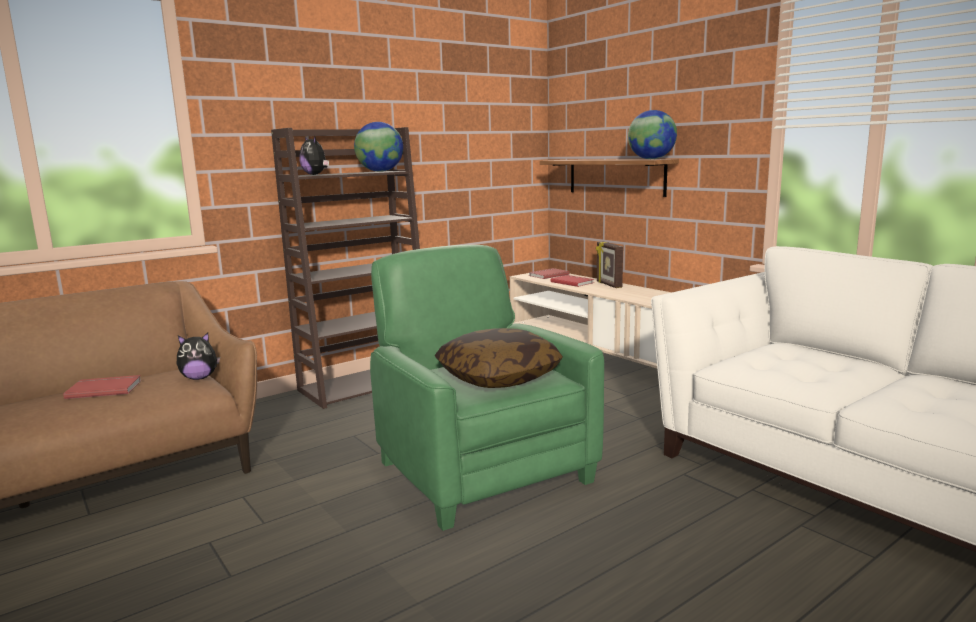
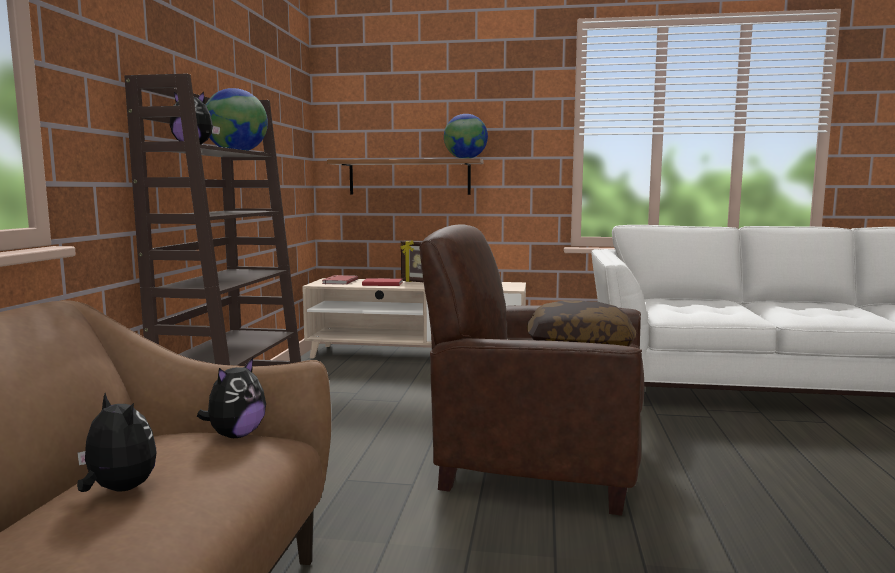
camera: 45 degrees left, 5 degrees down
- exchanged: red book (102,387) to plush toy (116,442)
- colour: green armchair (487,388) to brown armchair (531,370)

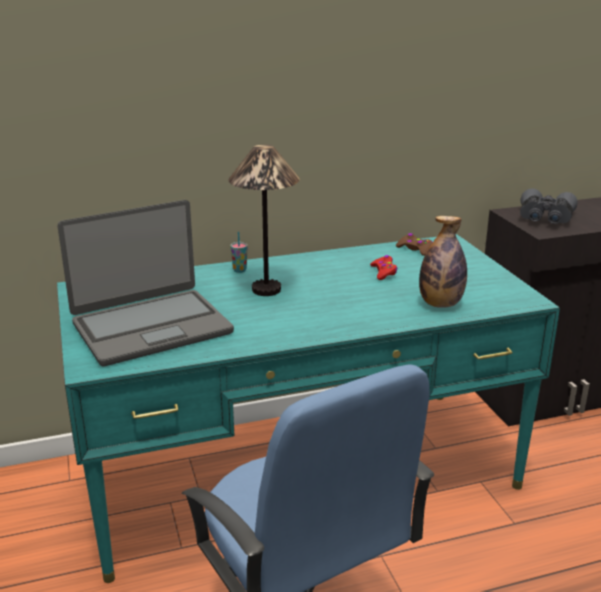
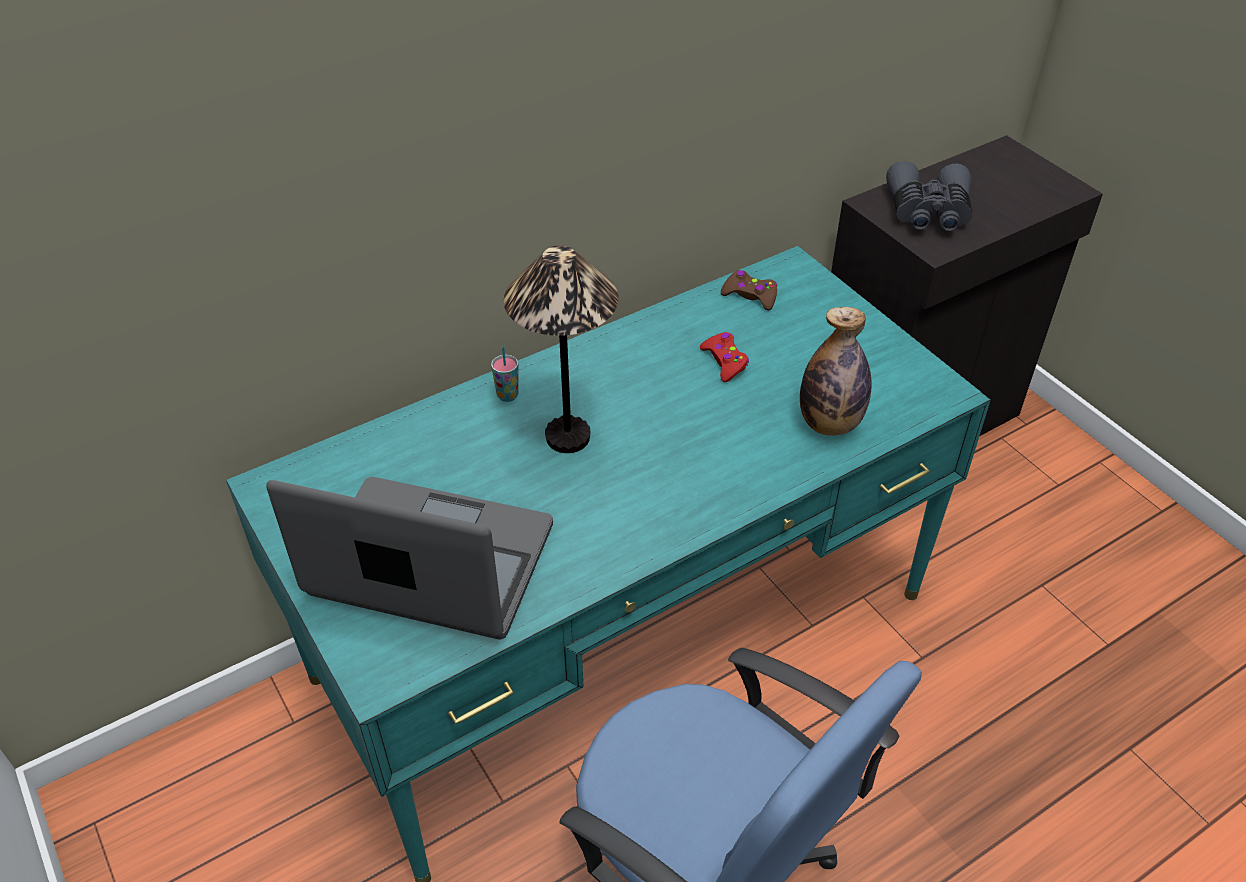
camera: 15 degrees left, 20 degrees up
- spun: laptop (146,283) = (409,558) 120 degrees counterclockwise

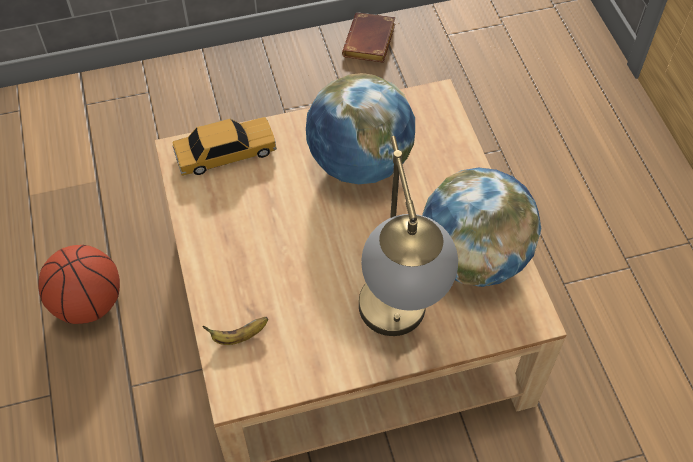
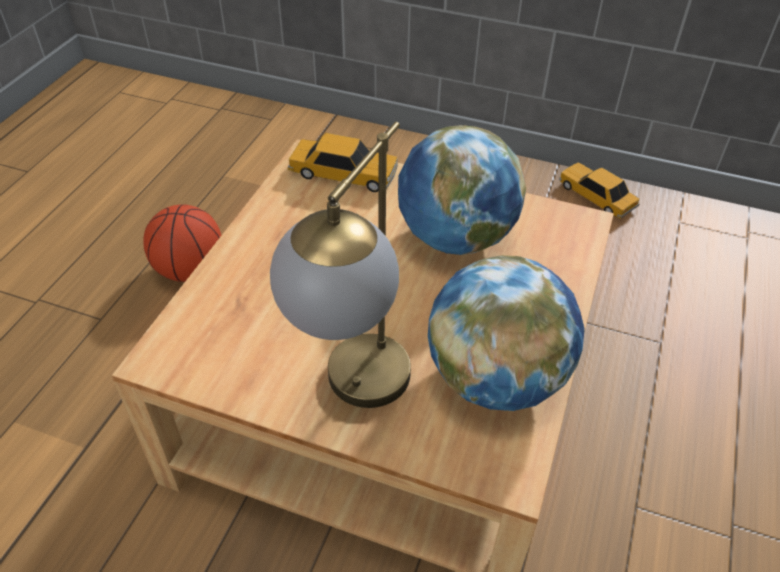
camera: 35 degrees right, 10 degrees down
- exchanged: brown book (368,37) to toy car (599,190)
- missing: banana (235,331)

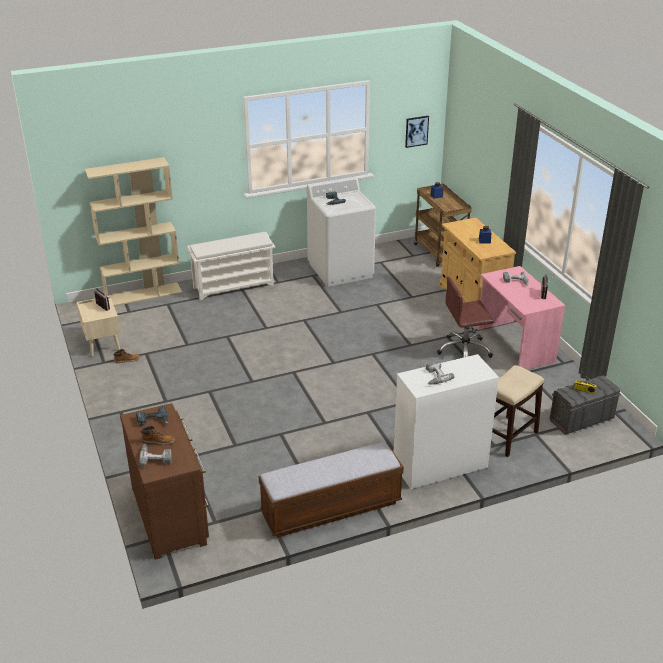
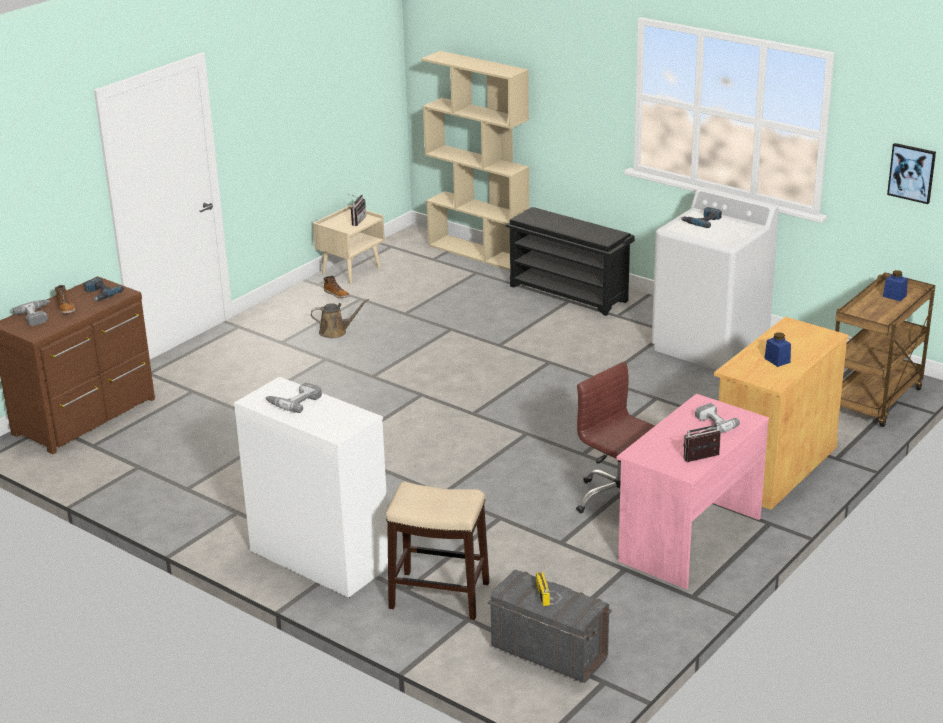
camera: 60 degrees right, 5 degrees down
- appeared: brown watering can (340,318)
- colour: white shoe rack (231,266) to black shoe rack (570,261)
- missing: bench (331,489)

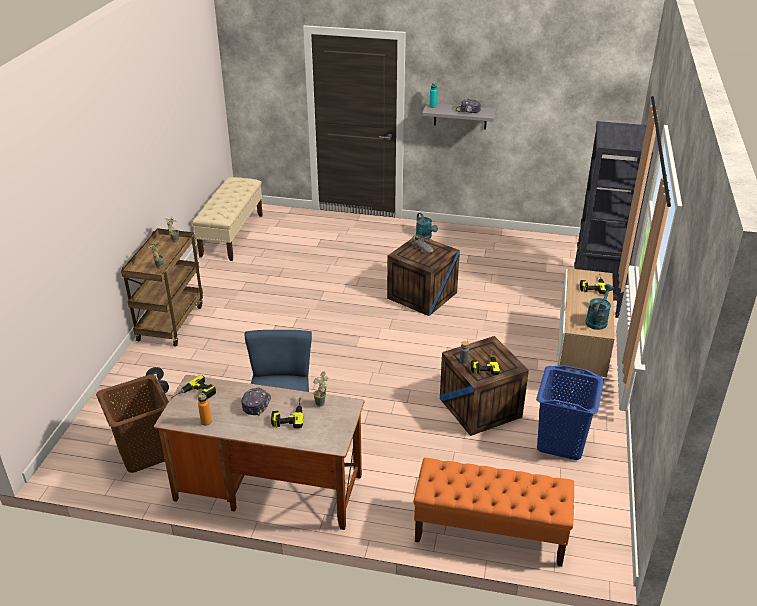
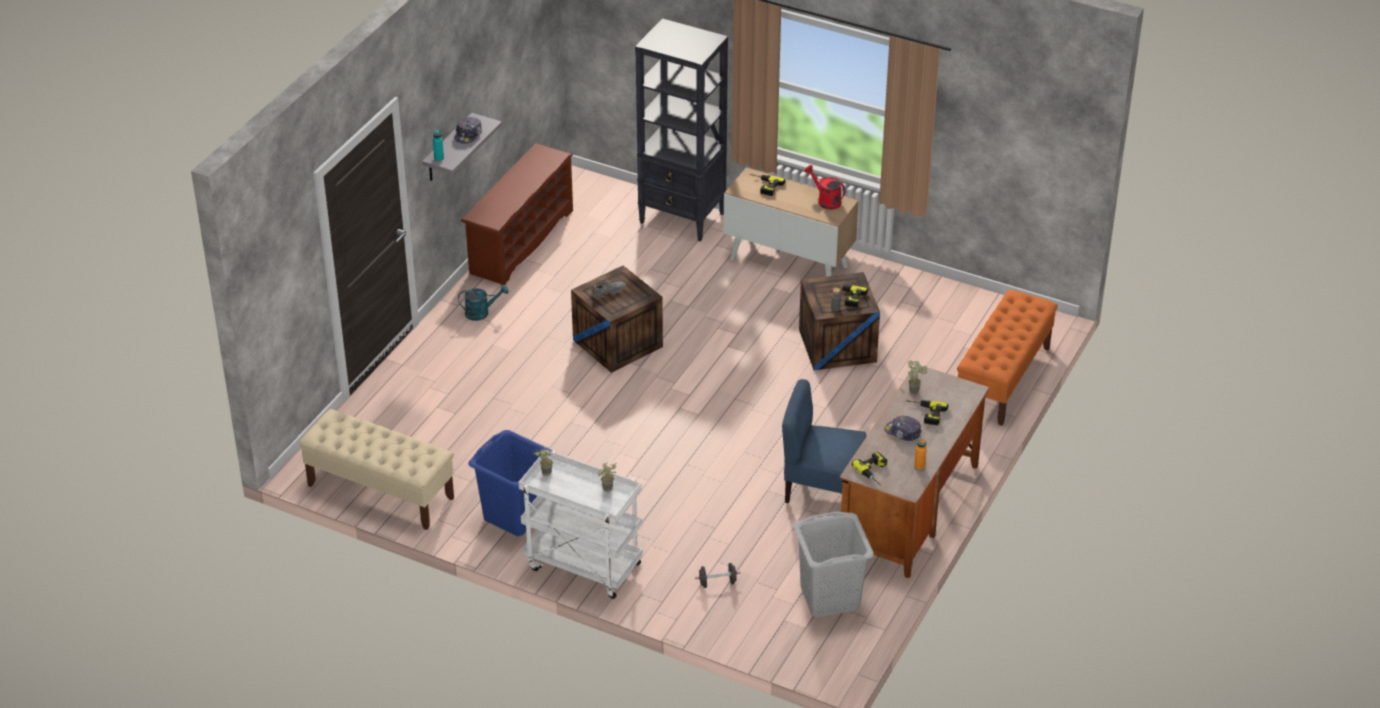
camera: 75 degrees left, 5 degrees up
- appeared: brown shoe rack (517,214)
- relocated: blue laundry basket (570,412) to (510,483)
- colour: brown cart (162,287) to white cart (581,524)
- colour: brown laundry basket (132,424) to grey laundry basket (833,564)
- colour: turquoise watering can (599,307) to red watering can (825,187)

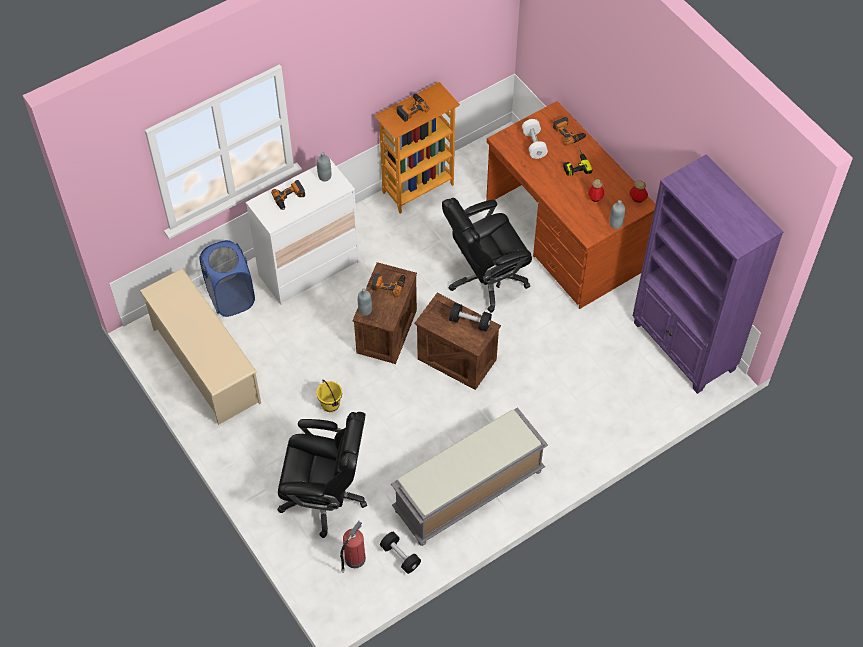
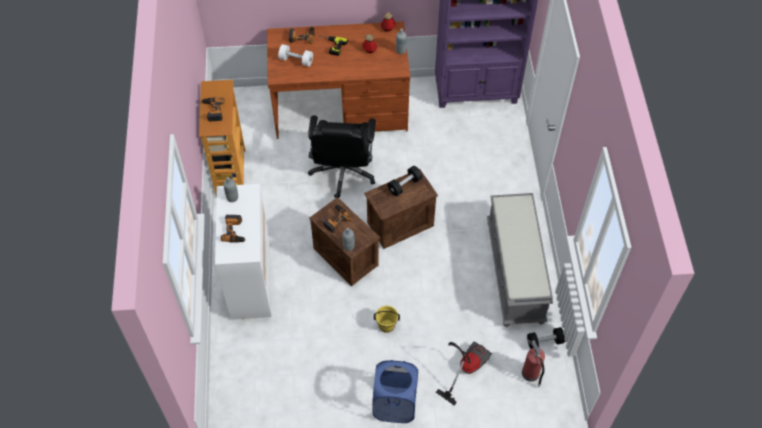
camera: 60 degrees left, 0 degrees up
- relocated: blue laundry basket (227,278) to (395,391)
- exchanged: black office chair (322,475) to vacuum cleaner (464,374)
- missing: beige shoe rack (200,346)

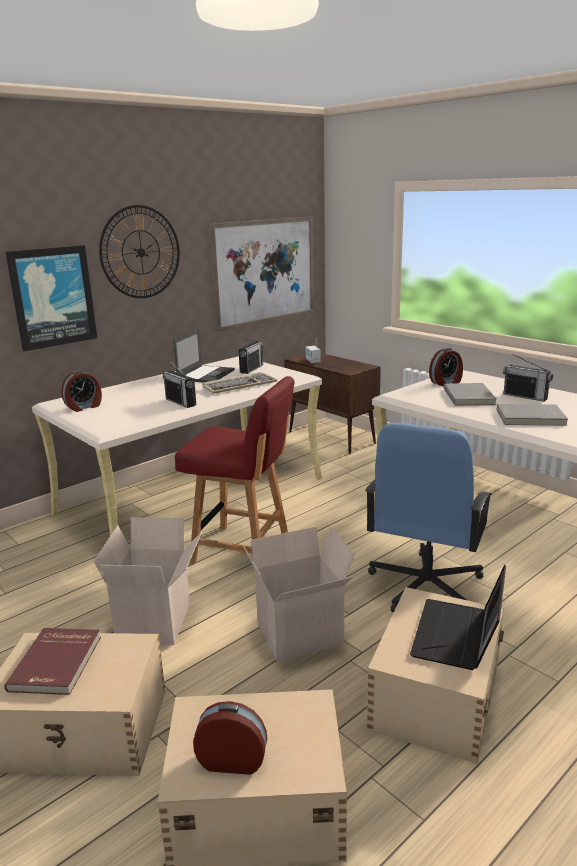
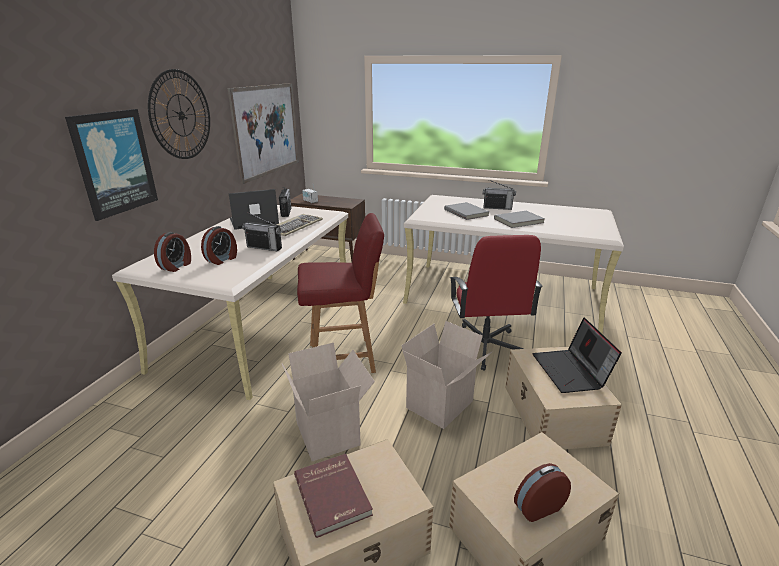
camera: 30 degrees left, 5 degrees up
- relocated: alarm clock (446,367) to (219,245)
- spun: laptop (204,356) = (254,209) 105 degrees counterclockwise
- colour: blue office chair (429,518) to red office chair (496,303)

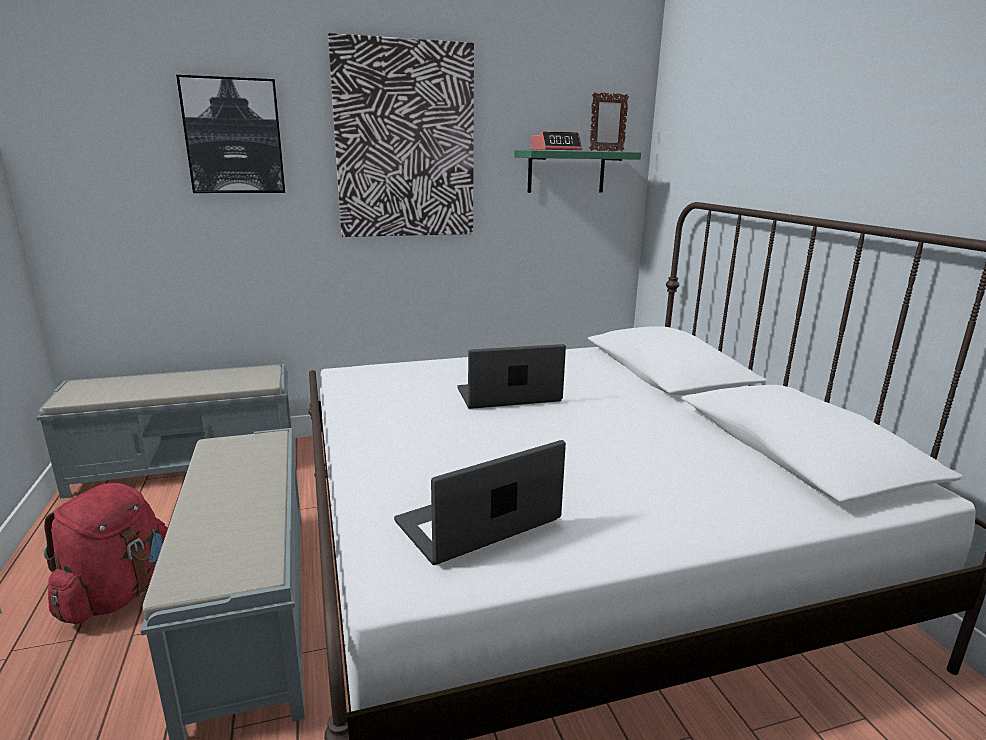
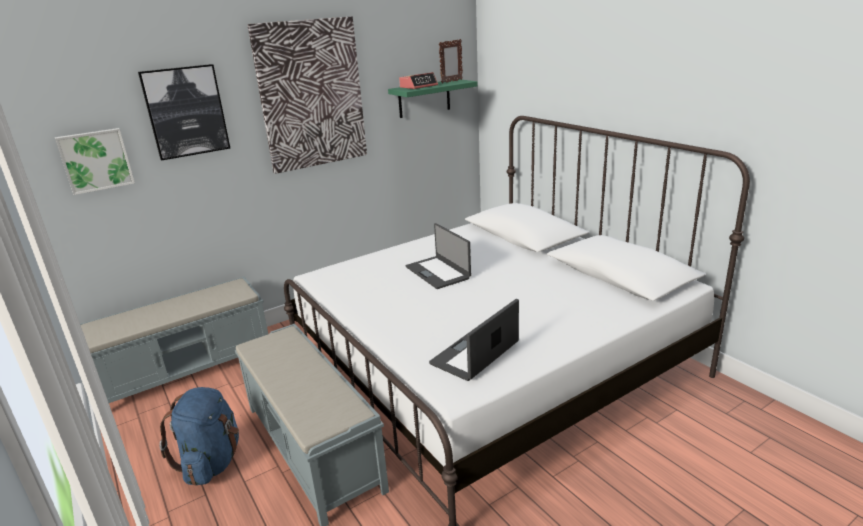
camera: 15 degrees left, 5 degrees up
- appeared: picture (95,161)
- colour: red backpack (105,553) to blue backpack (199,436)
- spun: laptop (511,376) = (438,256) 90 degrees counterclockwise

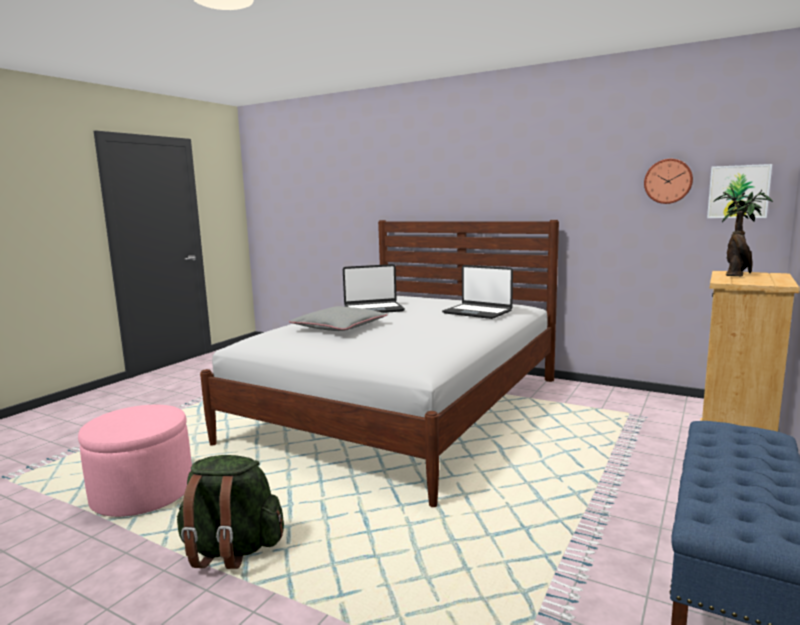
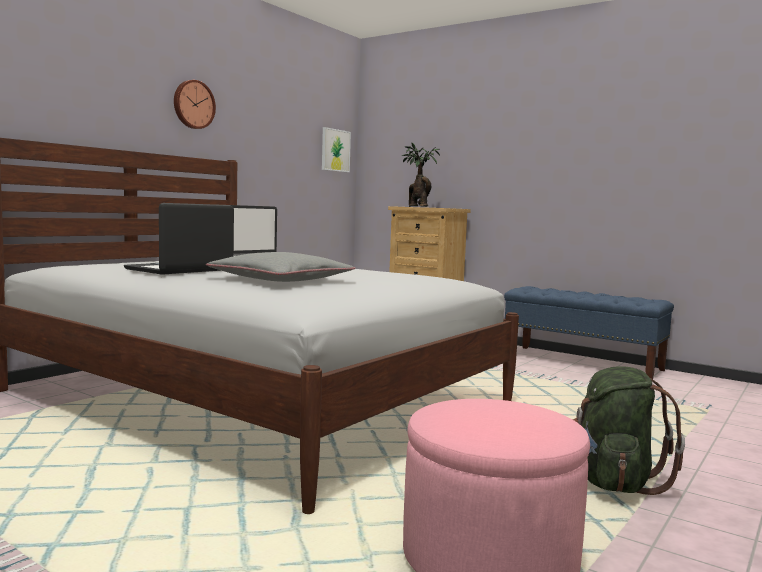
camera: 85 degrees left, 5 degrees down
- spun: laptop (374,288) = (179,239) 135 degrees counterclockwise
- relocated: wall clock (668,181) to (195,104)

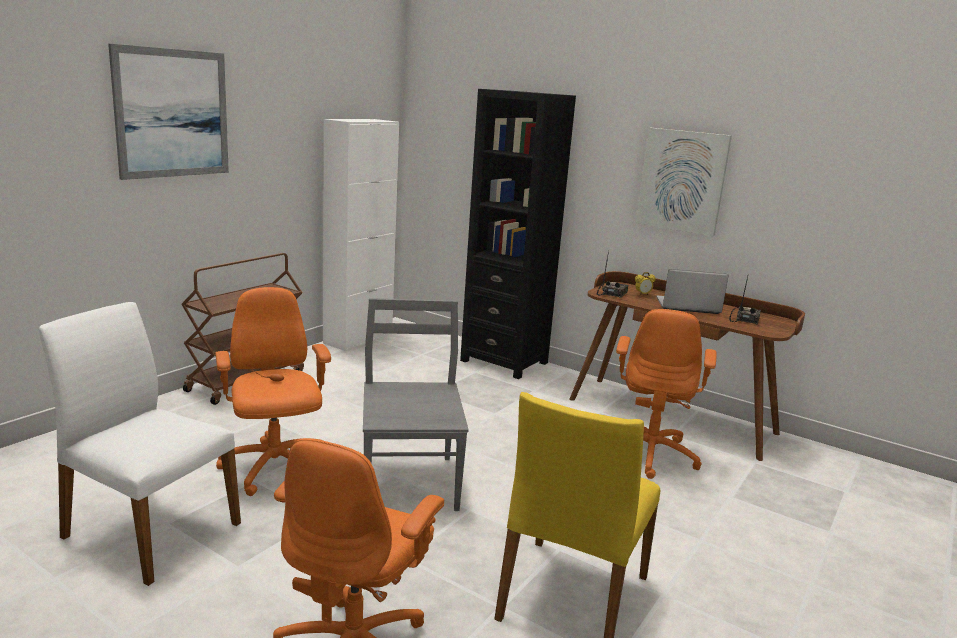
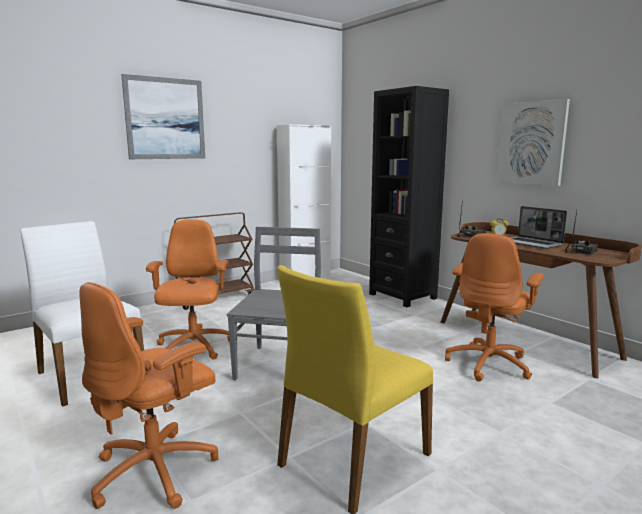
camera: 20 degrees right, 5 degrees down
- spun: laptop (692,291) = (539,227) 150 degrees counterclockwise

